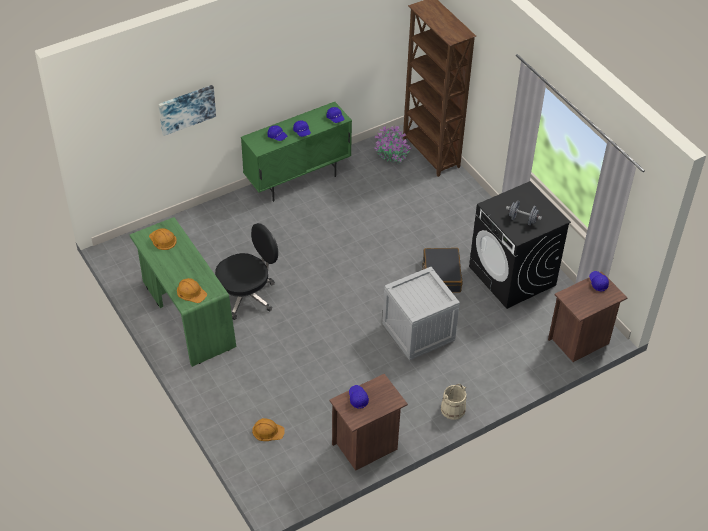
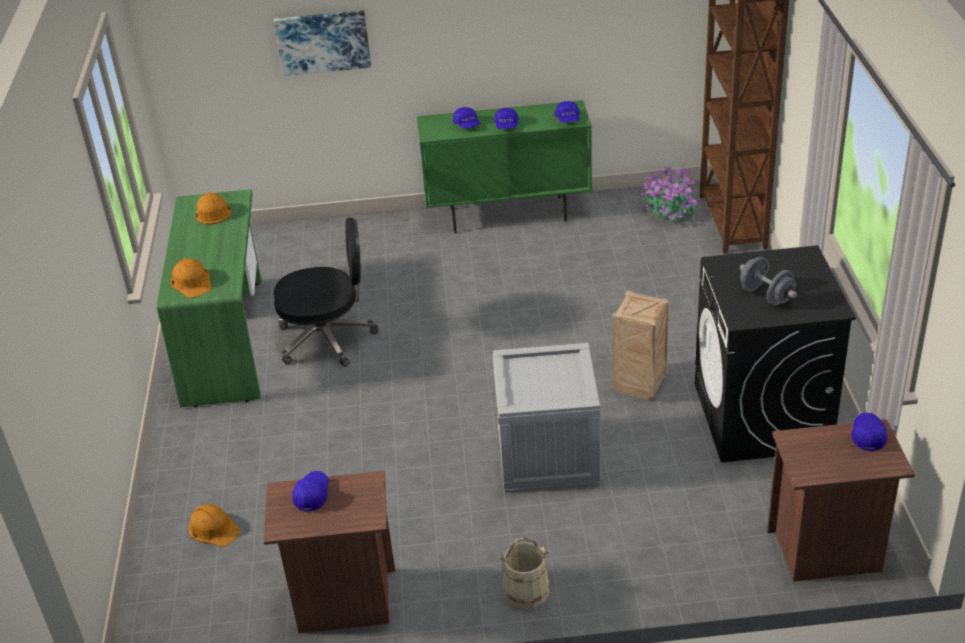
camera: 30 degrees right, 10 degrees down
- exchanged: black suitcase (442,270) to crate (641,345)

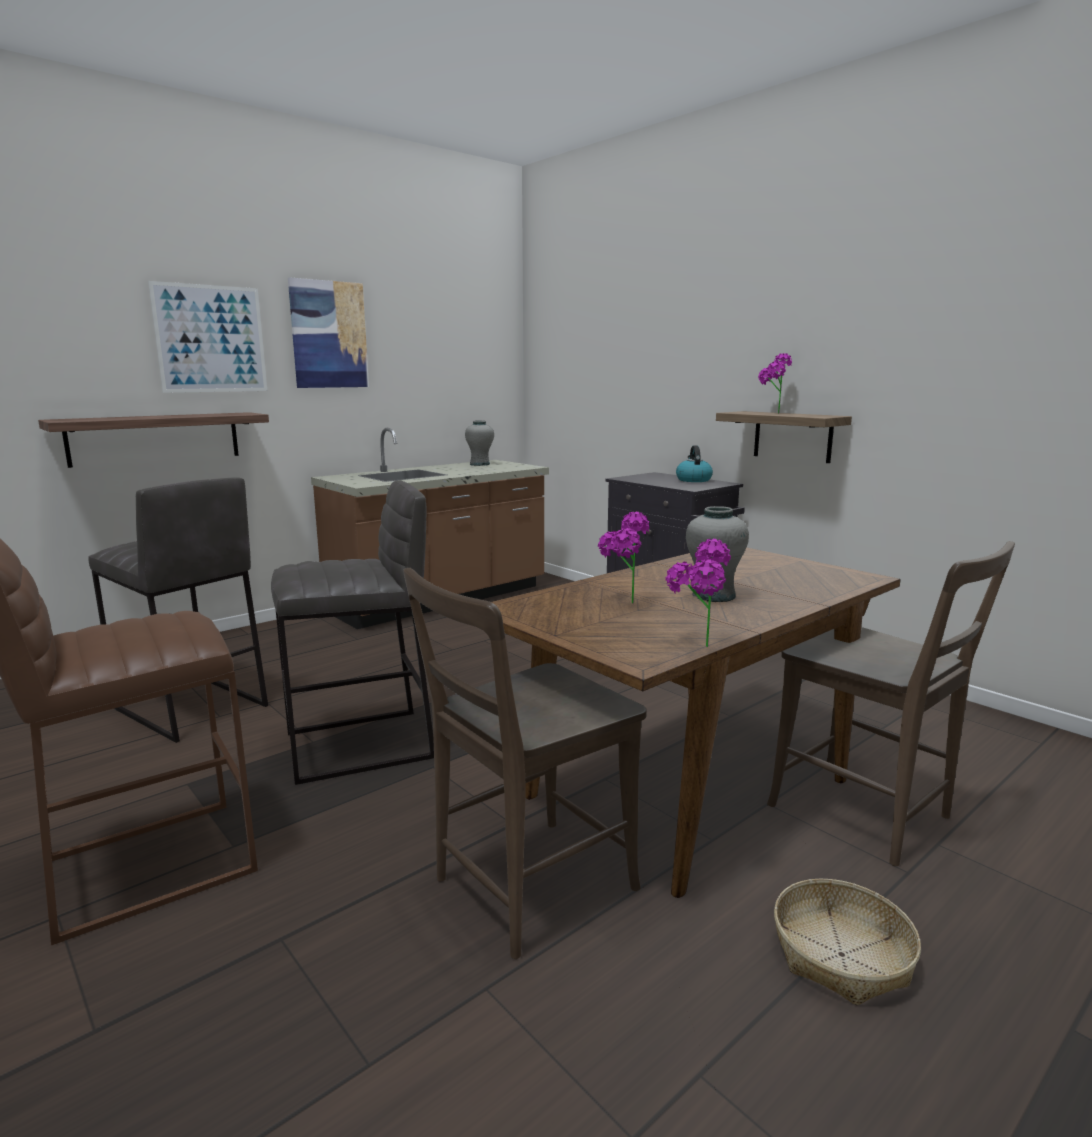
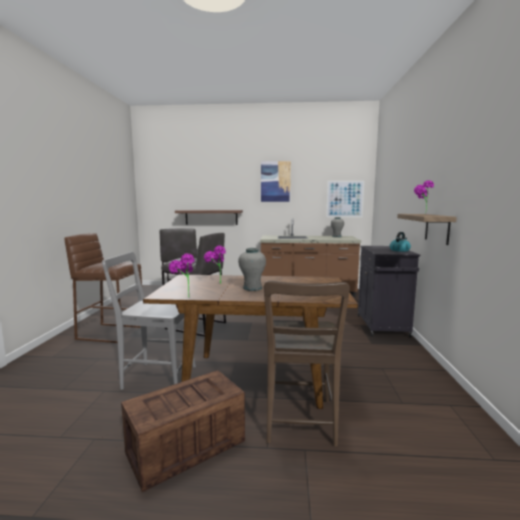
camera: 45 degrees right, 5 degrees down
- colour: brown chair (525,763) to grey chair (149,321)
- exchanged: basket (847,942) to crate (183,431)
- relocated: picture (207,337) to (345,199)

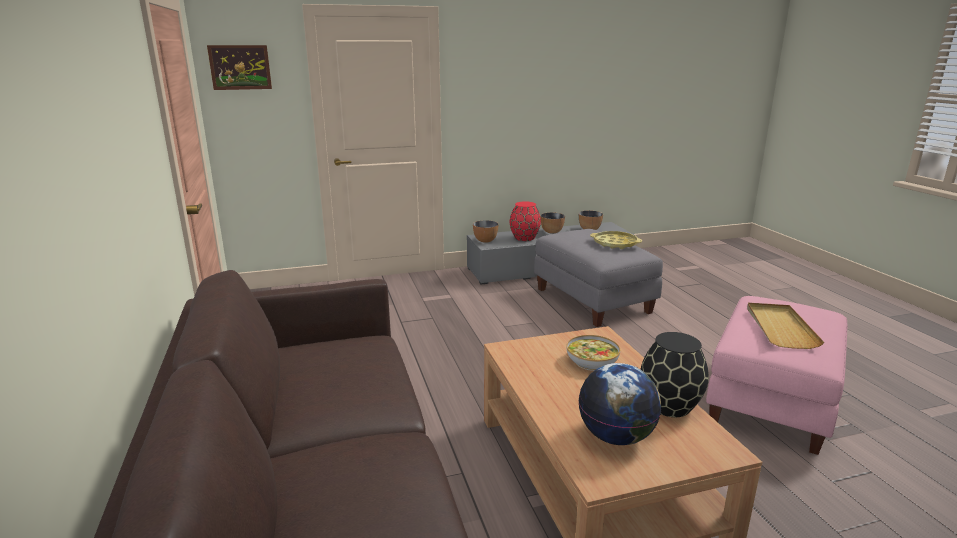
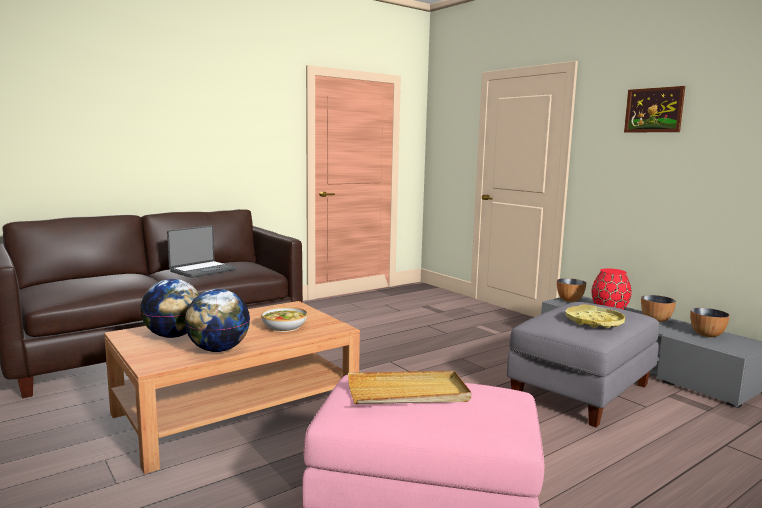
camera: 70 degrees right, 10 degrees down
- appeared: laptop (201,251)
- exchanged: black vase (675,374) to globe (217,320)
- relocated: picture (239,67) to (654,109)

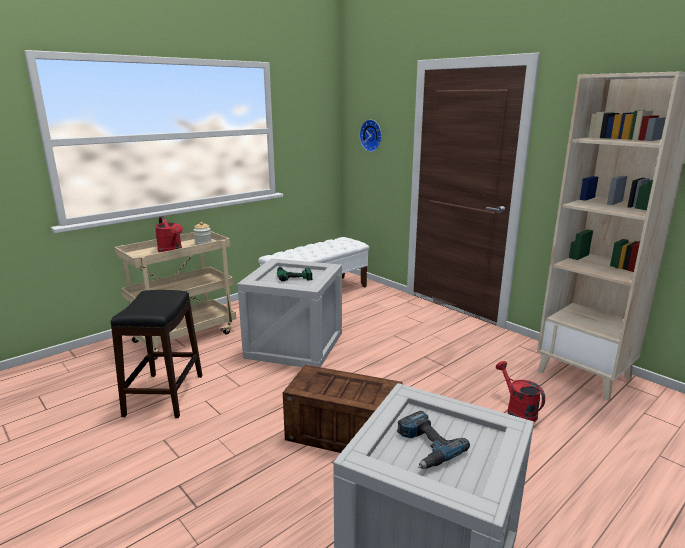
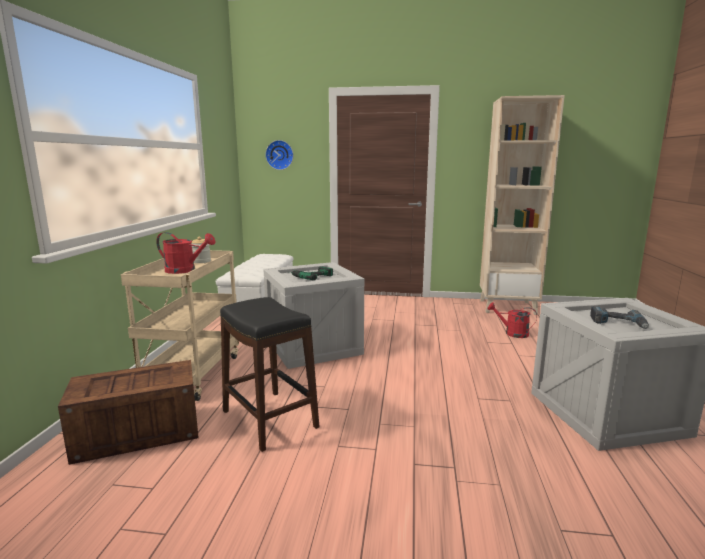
camera: 40 degrees left, 5 degrees down
- relocated: crate (343,409) to (128,412)

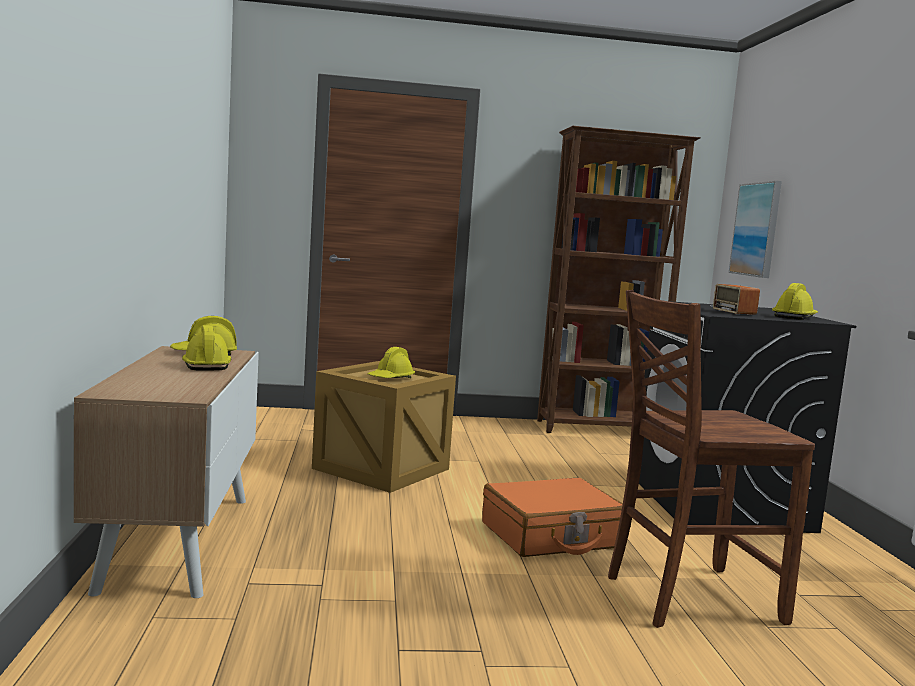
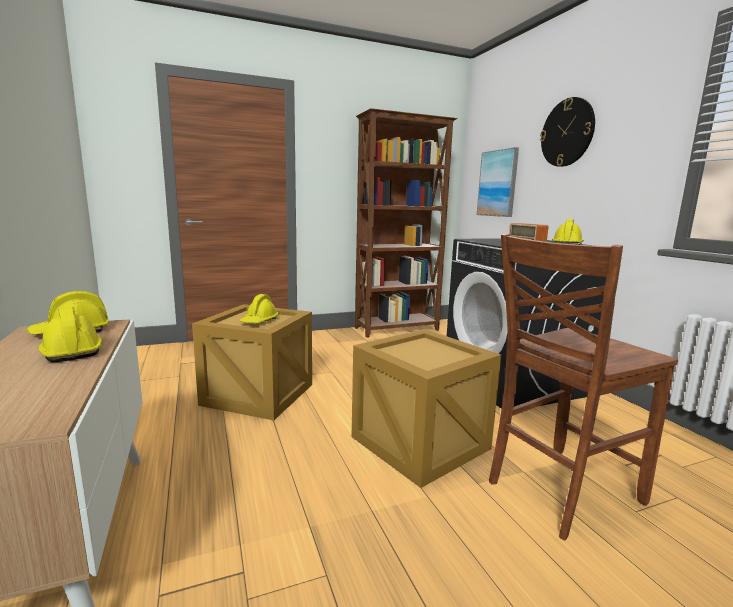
camera: 15 degrees left, 5 degrees up
- exchanged: orange suitcase (552,517) to crate (426,408)
- appeared: wall clock (567,132)

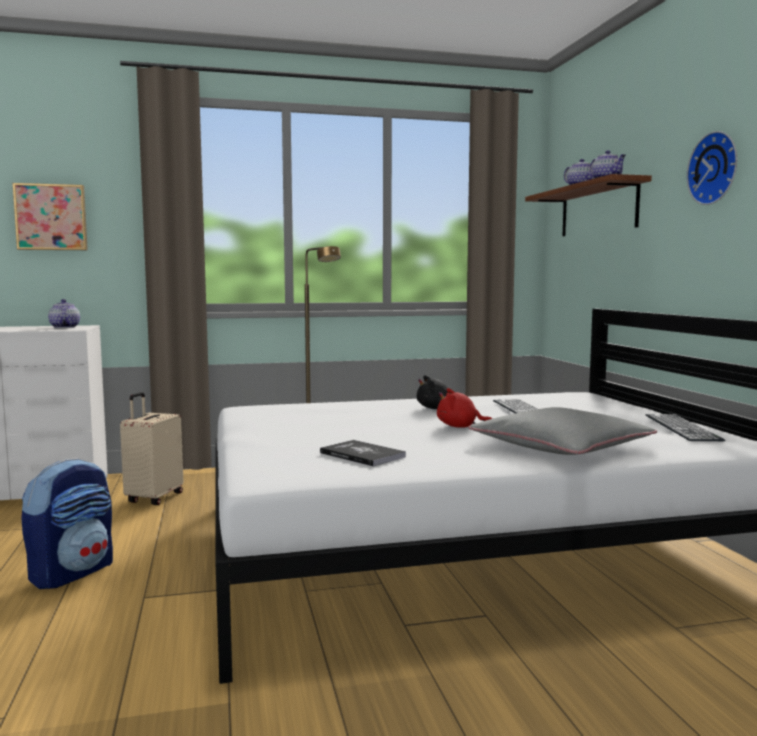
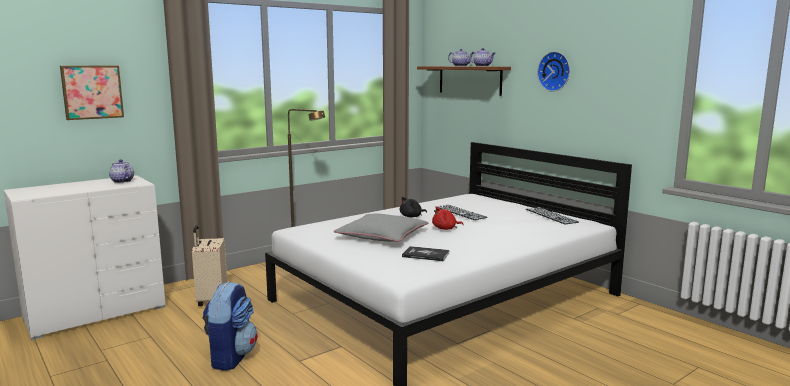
camera: 25 degrees left, 5 degrees up
- relocated: grey pillow (562,431) to (381,227)

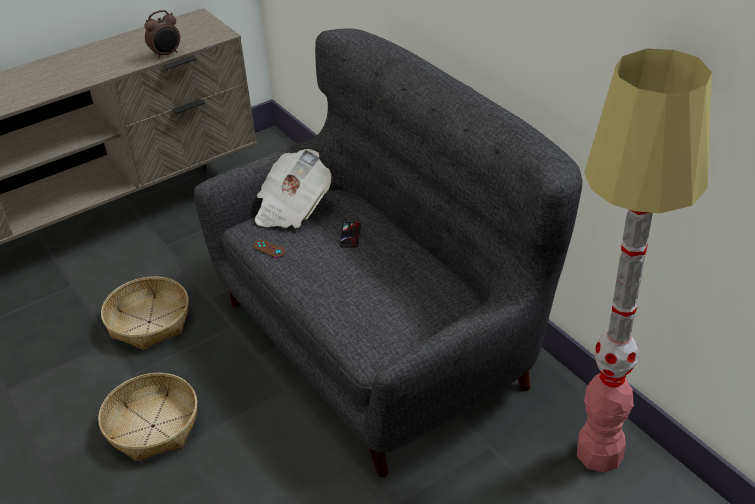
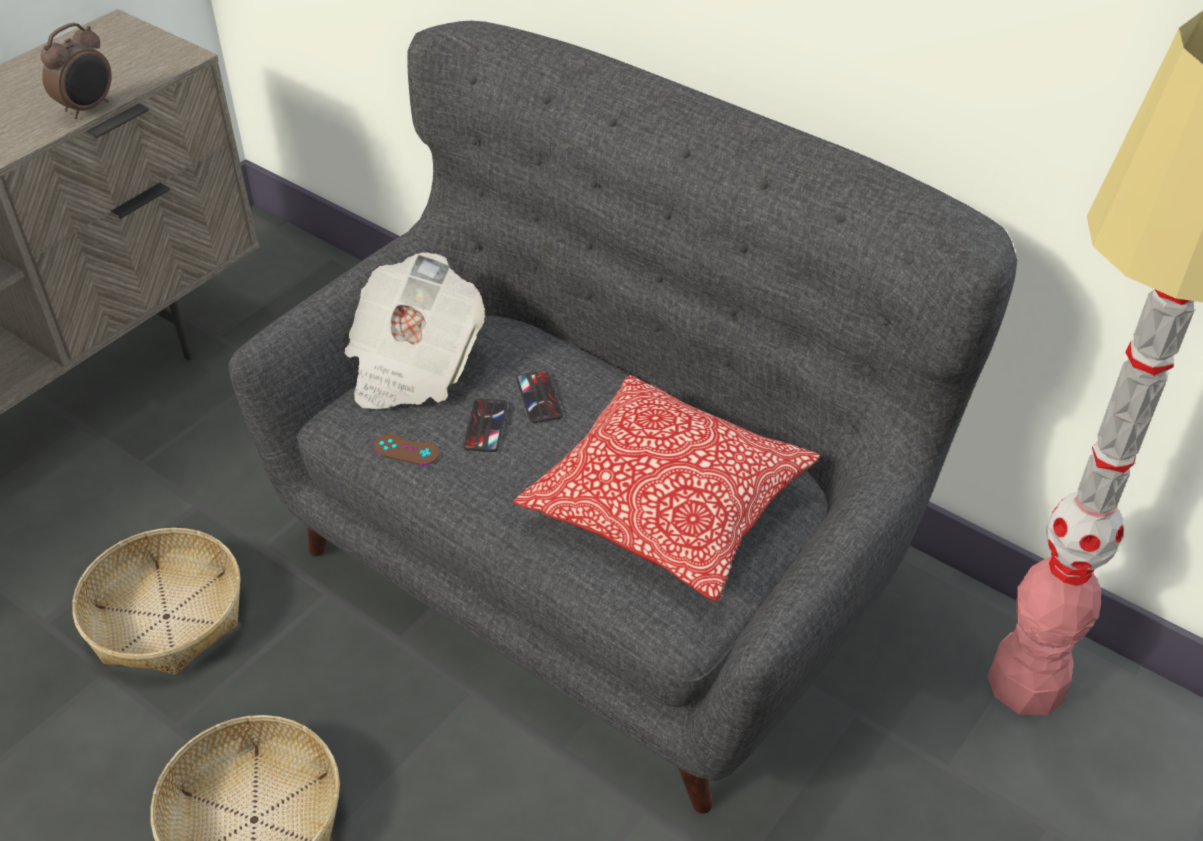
camera: 20 degrees left, 5 degrees up
- appeared: phone (485,425)
- appeared: pillow (666,488)

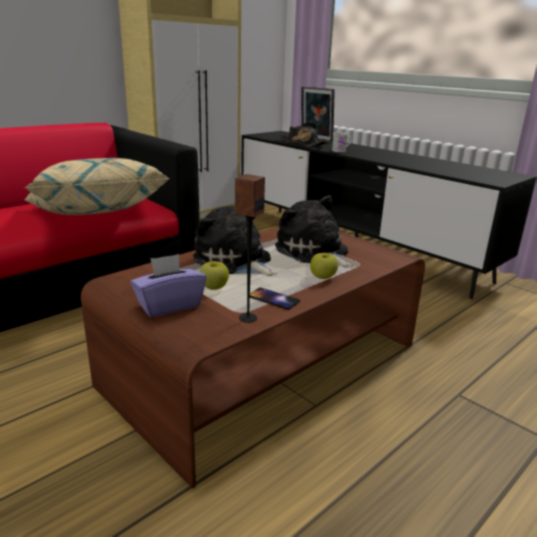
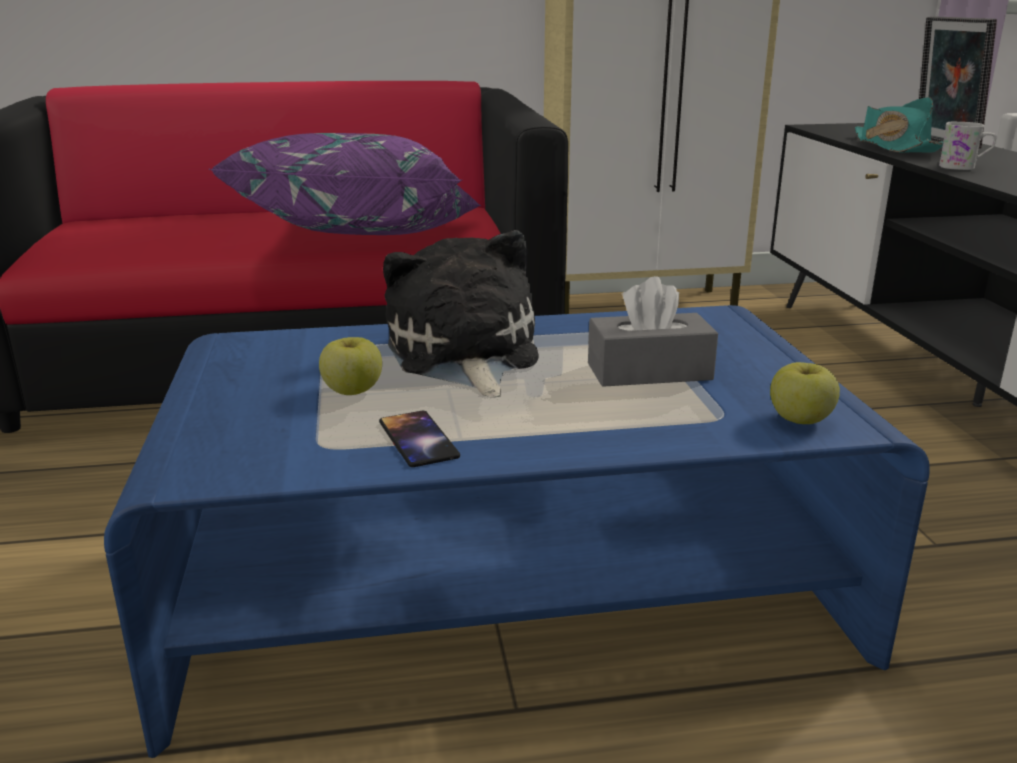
camera: 35 degrees right, 0 degrees up
- colour: brown coffee table (253,357) to blue coffee table (517,531)
- colour: beige pillow (97,186) to purple pillow (345,184)
- exchanged: plush toy (314,231) to grey tissue box (653,331)
- relocated: apple (324,266) to (805,393)
- colour: black hat (304,134) to turquoise hat (899,125)
- missing: purple tissue box (168,285)
- missing: speaker (250,248)

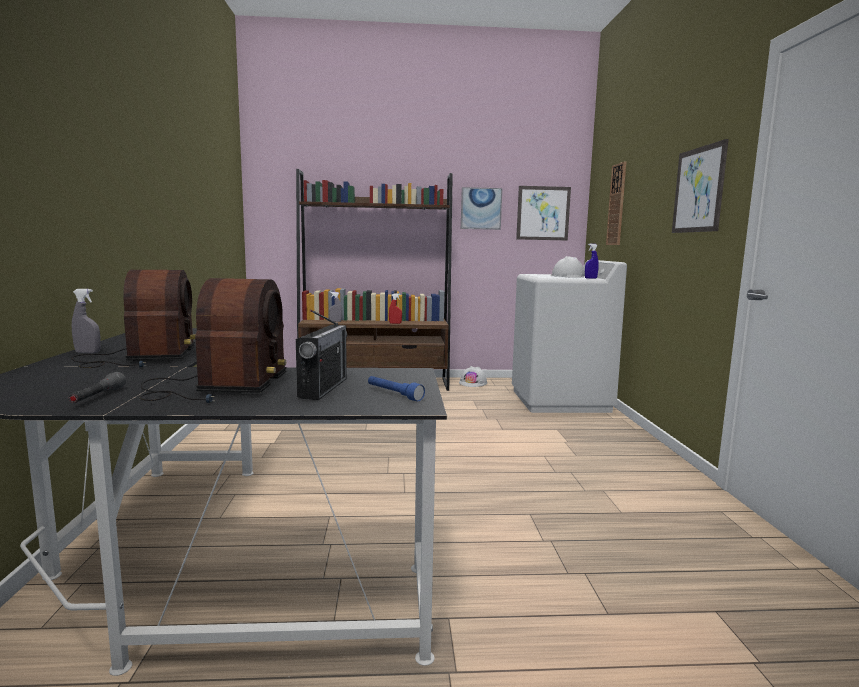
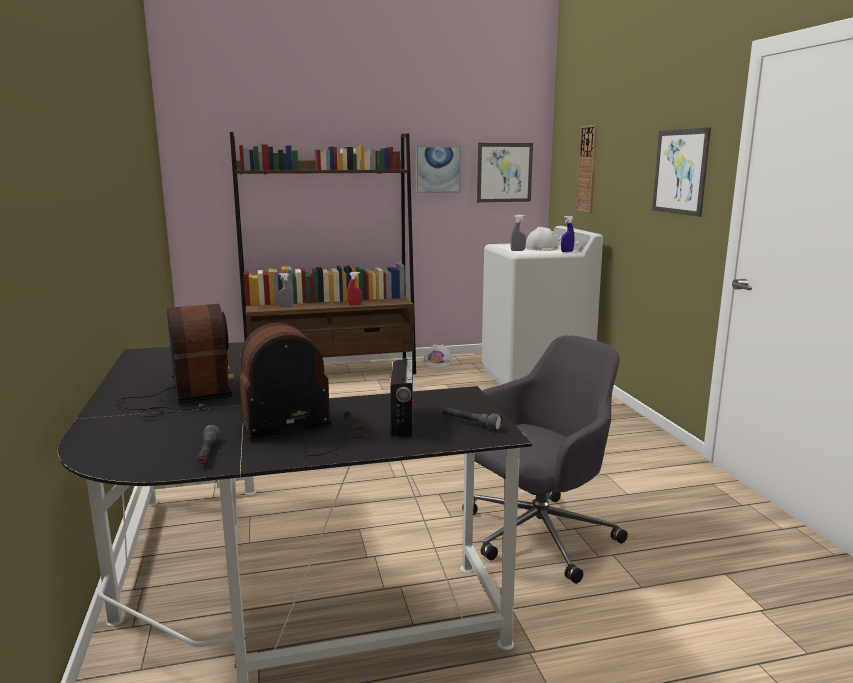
camera: 10 degrees left, 5 degrees up
- spun: radio (213,340) = (304,389) 105 degrees counterclockwise
- colour: blue flashlight (396,388) to grey flashlight (472,418)
- appeared: grey office chair (545,459)
- relocated: grey spray bottle (86,321) to (518,233)

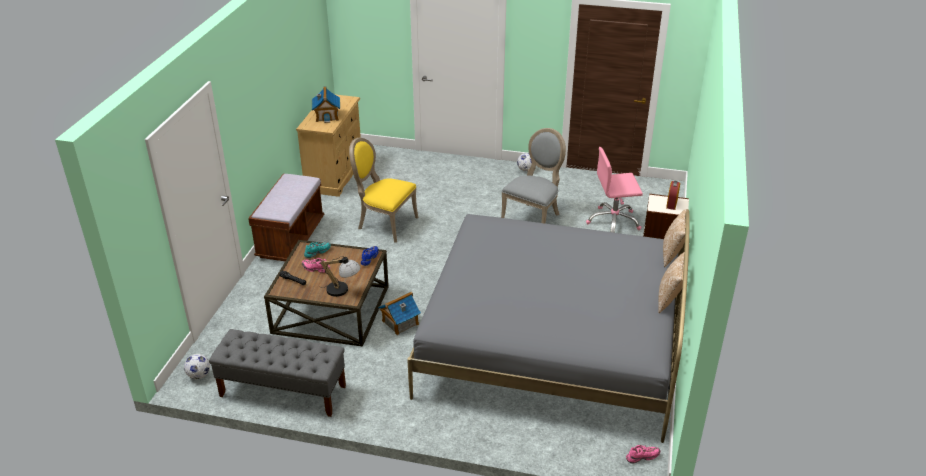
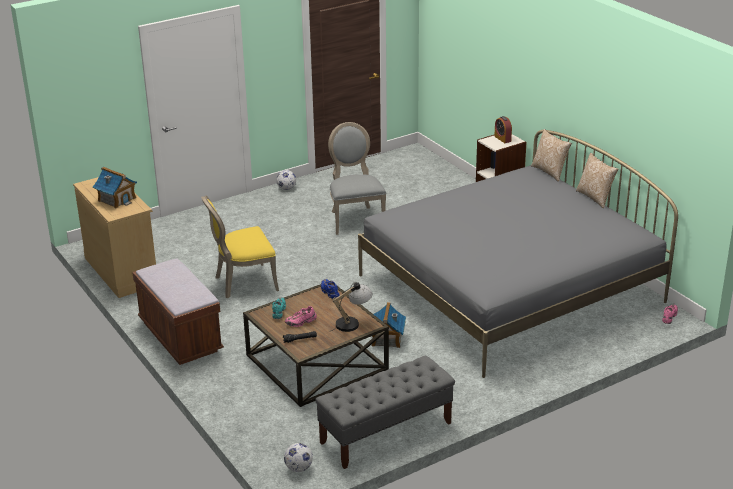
camera: 45 degrees left, 5 degrees down
- missing: pink office chair (614,190)

